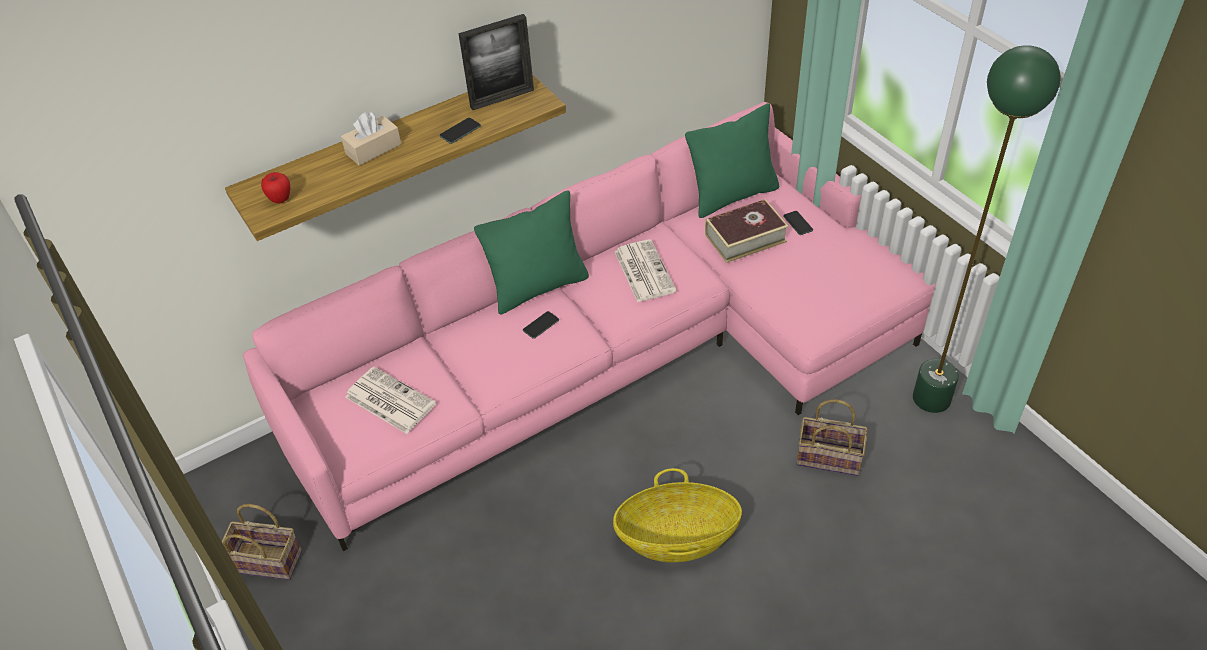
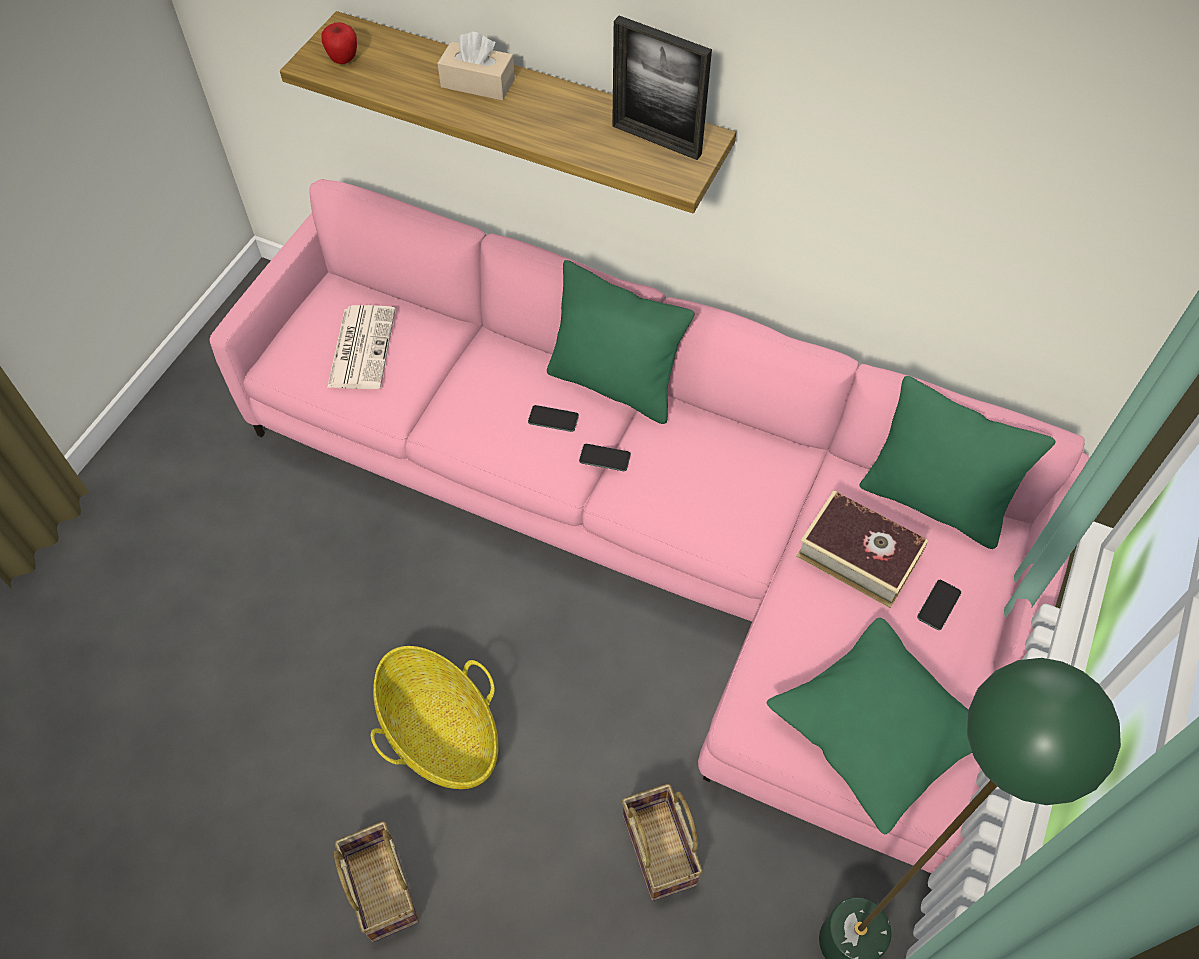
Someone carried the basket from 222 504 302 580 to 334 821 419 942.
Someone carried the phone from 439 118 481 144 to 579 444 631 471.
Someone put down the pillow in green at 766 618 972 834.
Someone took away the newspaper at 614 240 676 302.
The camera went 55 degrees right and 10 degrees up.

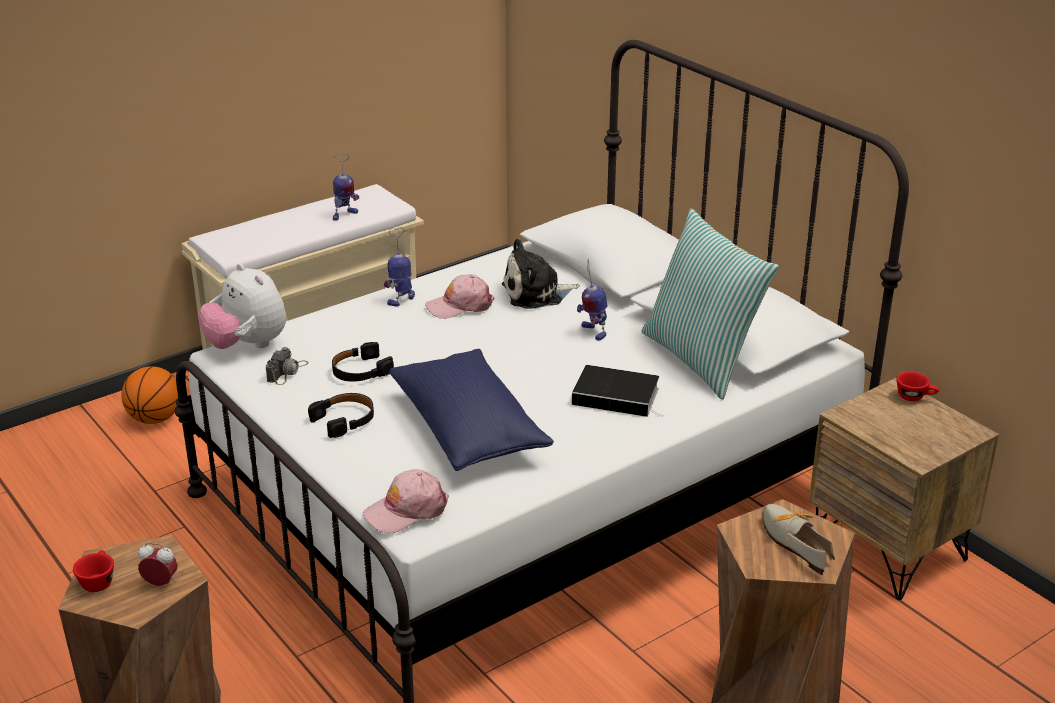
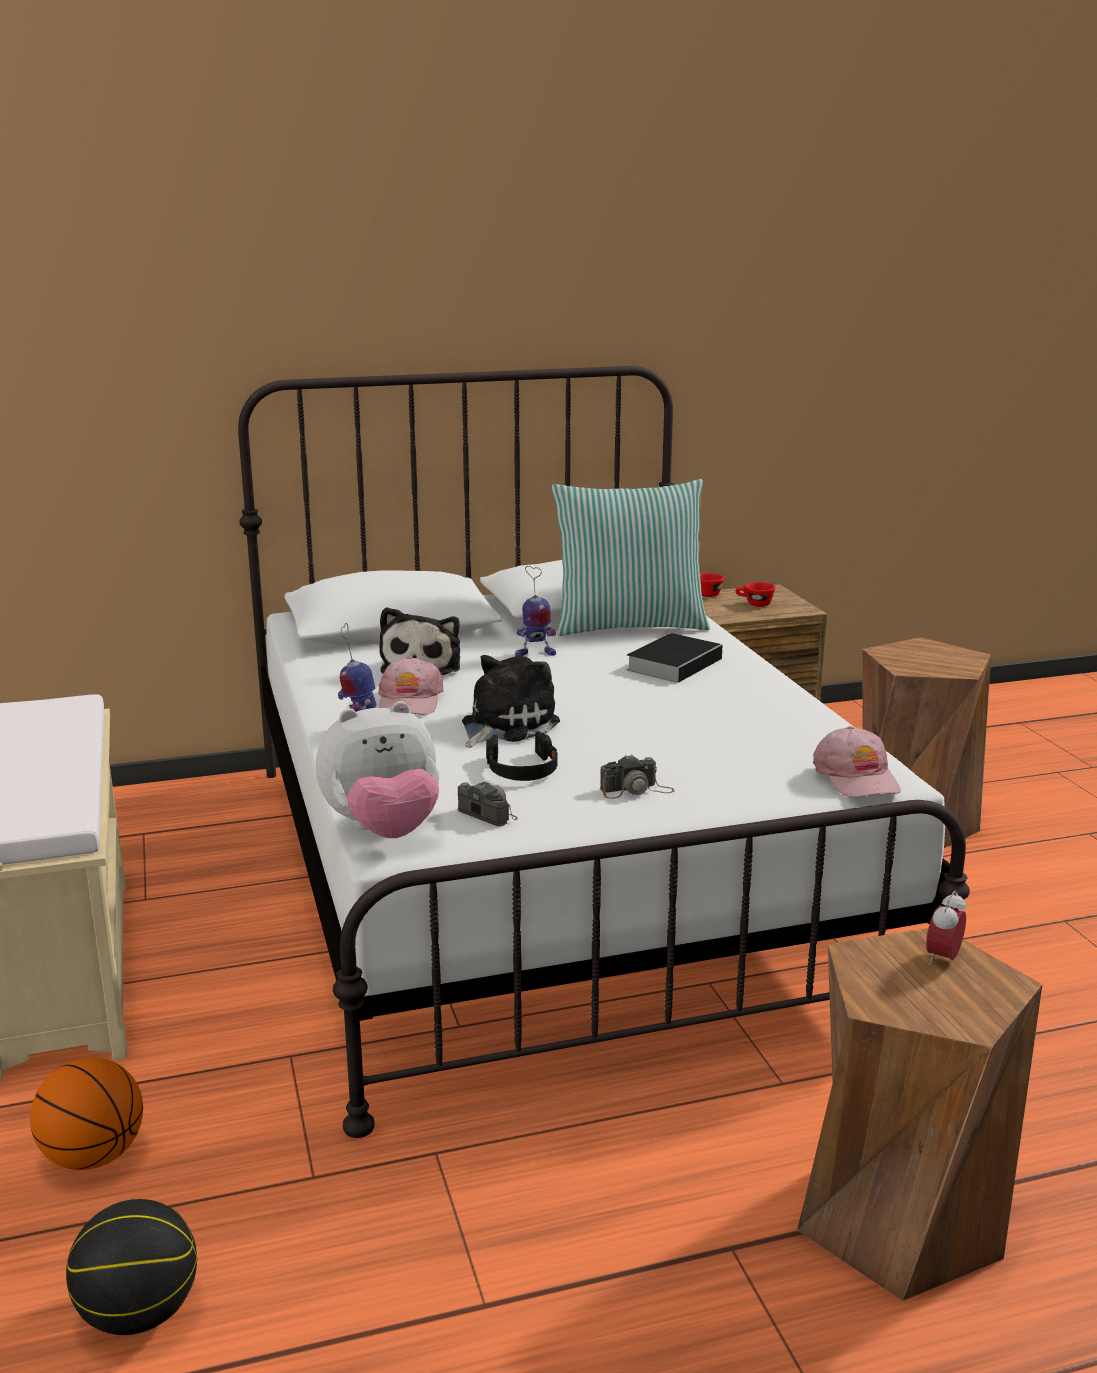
Someone put down the basketball at 66 1199 197 1335.
Someone put down the plush toy at 462 655 560 748.
Someone swapped the headphones in black at 308 393 374 438 for the photo camera at 600 754 675 799.
Someone carried the cup in red from 73 550 114 592 to 735 582 775 607.
Someone took away the toy robot at 333 154 359 221.
Someone took away the pillow in blue at 389 349 554 471.
Someone took away the shoe at 763 504 835 575.
The camera went 70 degrees left and 10 degrees down.

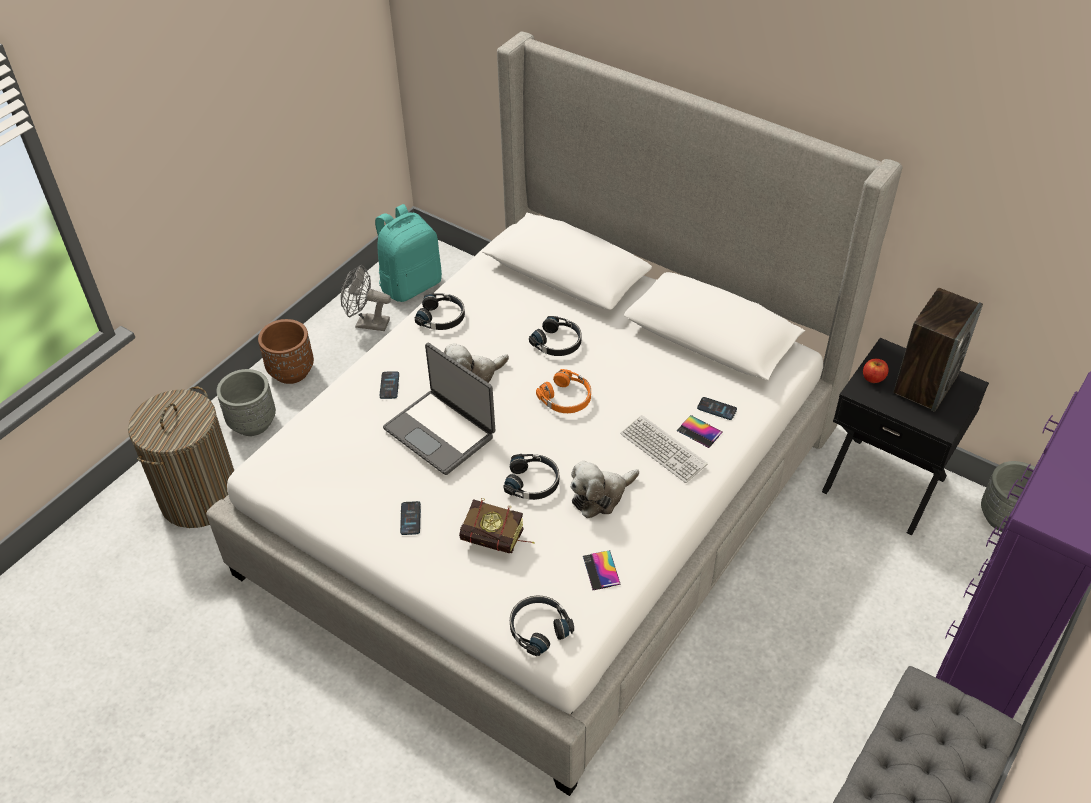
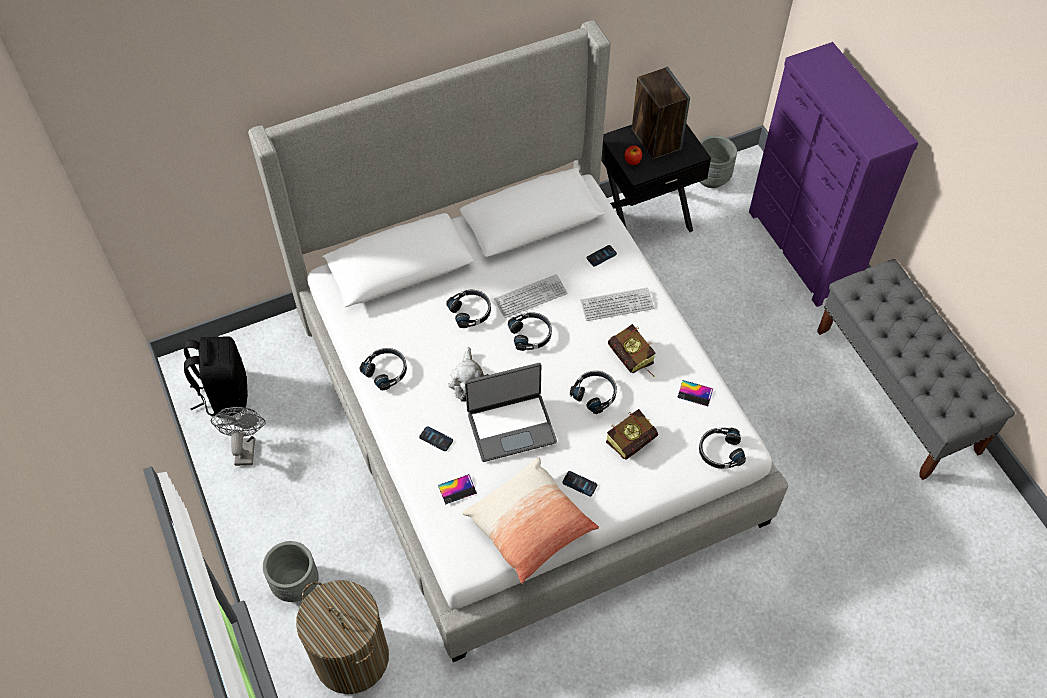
Someone repainted the backpack in turquoise at 375 204 442 302, which became the backpack in black at 184 336 248 418.
Someone rotated the fan in grey at 341 265 391 331 by 135 degrees clockwise.
Someone carried the phone from 677 415 723 448 to 438 474 477 504.
Someone put down the pillow at 462 457 599 584.
Someone put down the keyboard at 494 274 567 318.
Someone repainted the headphones in orange at 536 369 591 413, which became the headphones in black at 508 312 552 351.
Someone swapped the plush toy at 570 460 639 518 for the book at 608 324 655 377.
Someone took away the planter in brown at 258 319 314 384.
The camera went 60 degrees left and 10 degrees up.

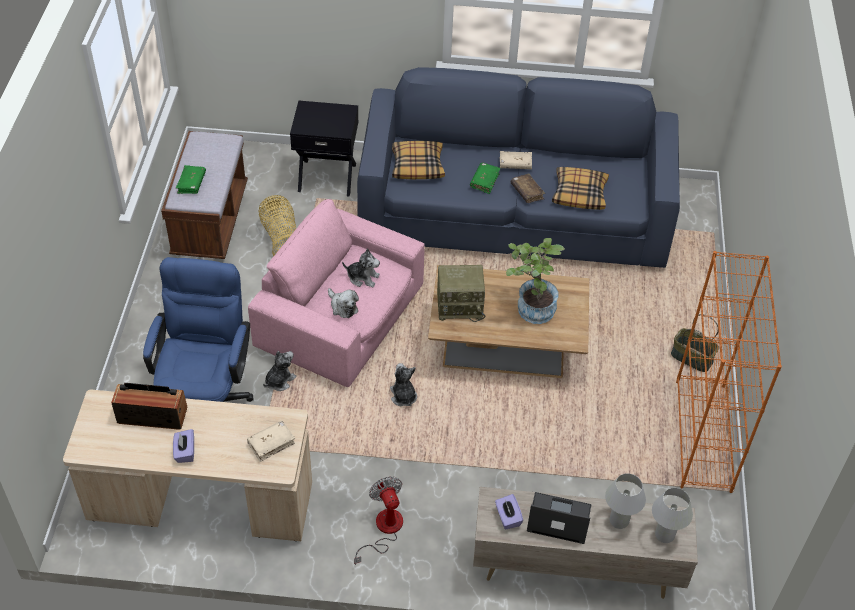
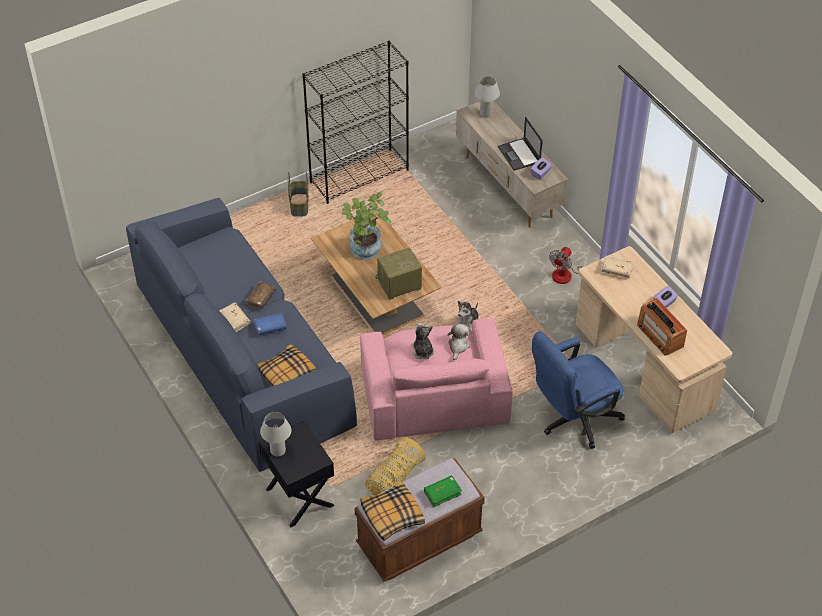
Someone repainted the book in green at 470 162 501 194, which became the book in blue at 254 313 287 335.
Someone carried the table lamp in white from 605 473 646 529 to 260 412 291 457.
Someone repainted the bookcase in orange at 676 251 782 493, which became the bookcase in black at 302 41 409 204.
Someone carried the pillow from 552 167 609 210 to 360 482 425 541.
Someone rotated the radio at 437 265 485 322 by 75 degrees counterclockwise.
Someone took away the plush toy at 263 351 296 391.
The camera went 125 degrees left and 0 degrees up.

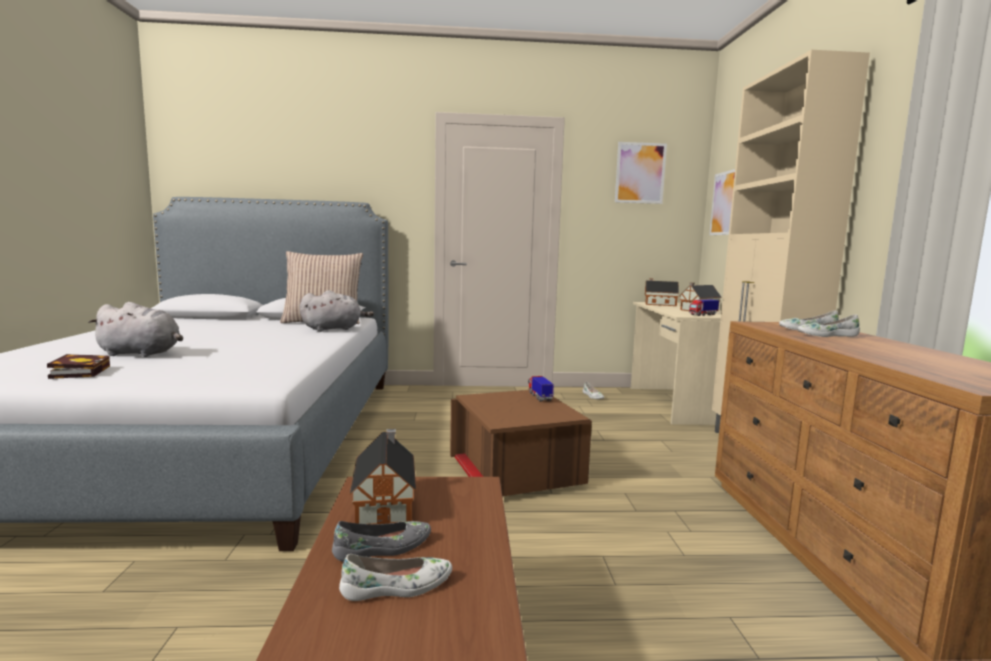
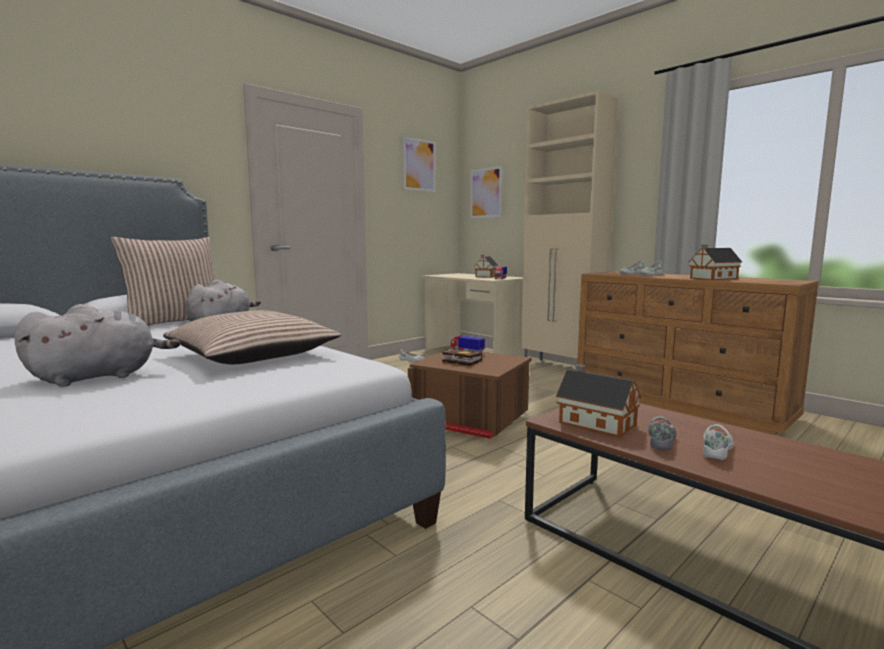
Someone put down the pillow at 163 310 341 364.
Someone carried the book from 47 354 110 379 to 442 350 482 366.
Someone carried the toy house from 645 278 679 306 to 688 245 742 280.
The camera went 40 degrees left and 0 degrees up.

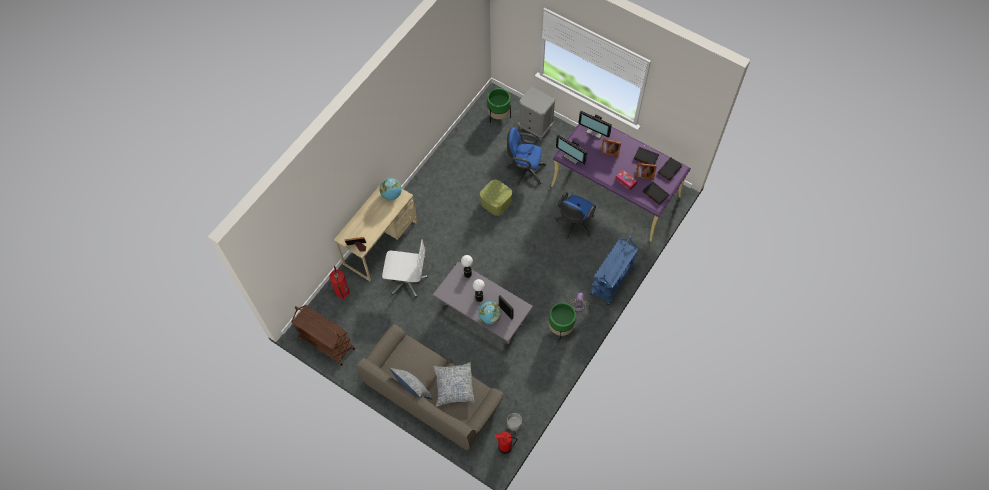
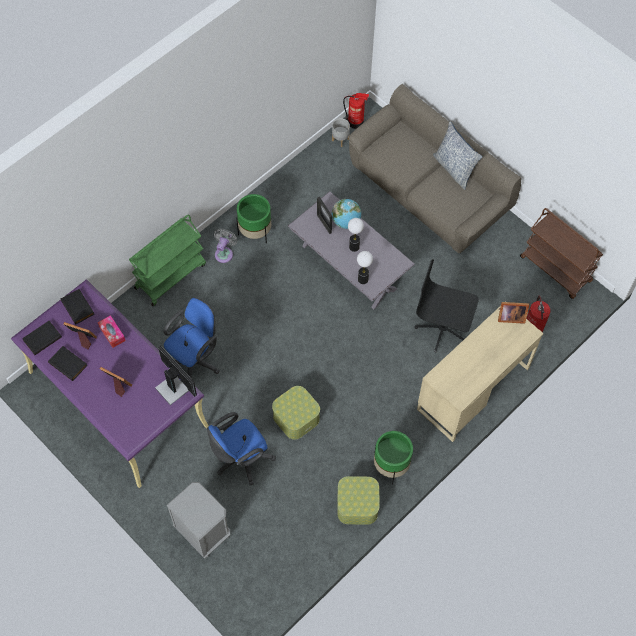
Someone repainted the cart in blue at 590 236 638 305, which became the cart in green at 129 214 206 306.
Someone rotated the office chair in blue at 507 127 546 185 by 120 degrees clockwise.
Someone put down the storage box at 338 476 380 525.
Someone carried the planter in green from 487 88 511 123 to 374 431 413 484.
Someone repainted the office chair in white at 382 239 427 297, which became the office chair in black at 415 259 479 352.
Someone took away the globe at 379 178 402 200.
Someone took away the pillow at 433 362 475 407.
Someone took away the monitor at 578 111 612 139.
The camera went 170 degrees left and 0 degrees up.

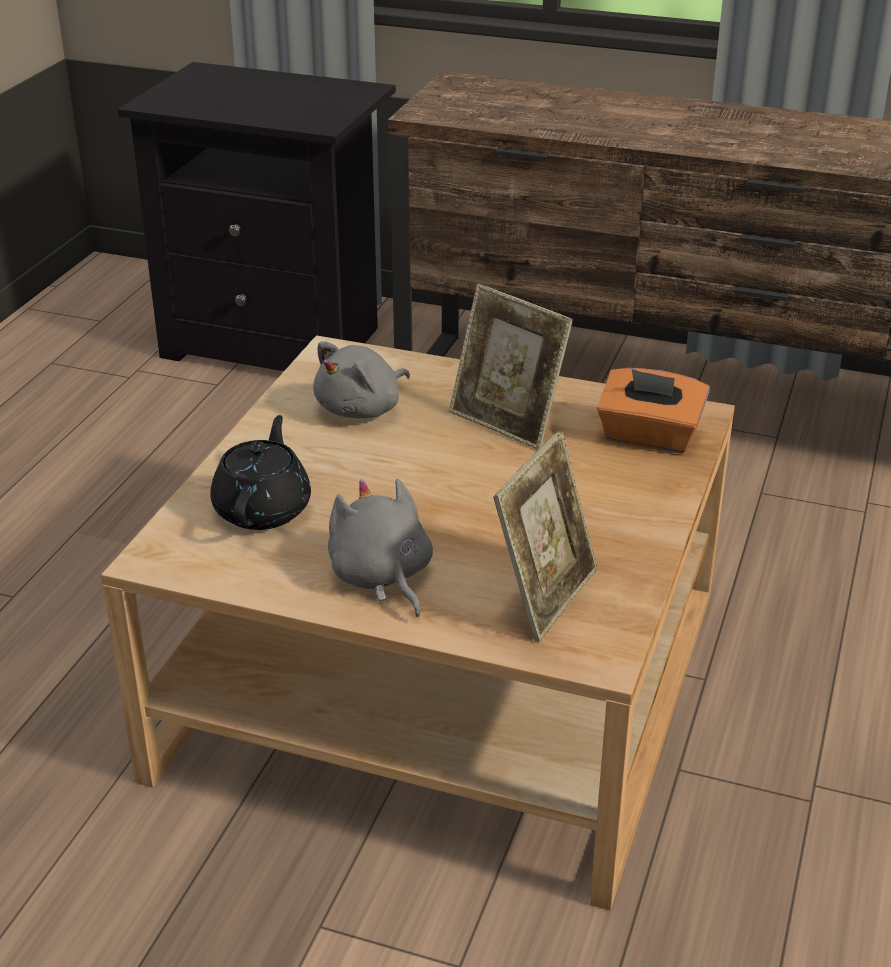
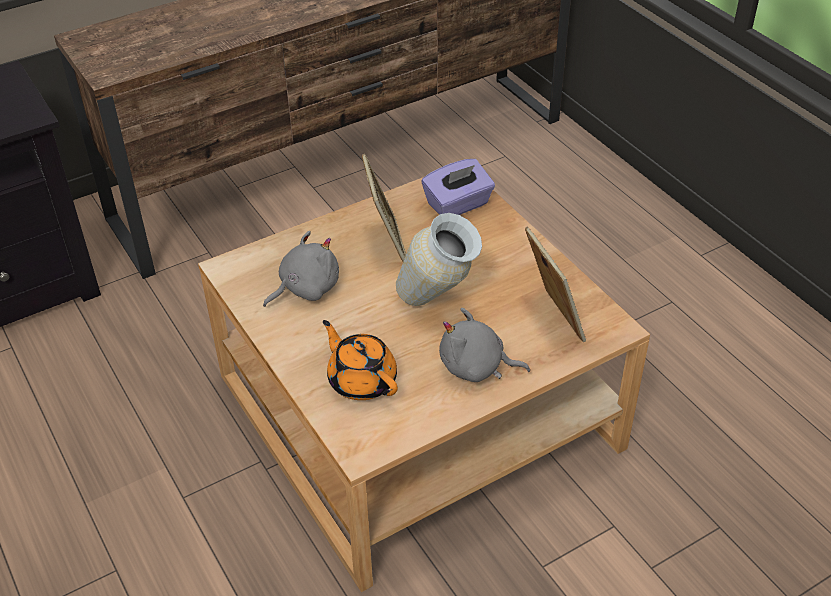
Someone rotated the plush toy in grey at 313 341 410 418 by 120 degrees counterclockwise.
Someone repainted the teapot in black at 211 415 311 530, which became the teapot in orange at 323 320 398 400.
Someone rotated the picture frame at 449 284 573 450 by 90 degrees counterclockwise.
Someone put down the vase at 396 213 482 306.
Someone repainted the tissue box in orange at 597 368 710 453, which became the tissue box in purple at 422 159 495 215.
The camera went 50 degrees left and 10 degrees up.

